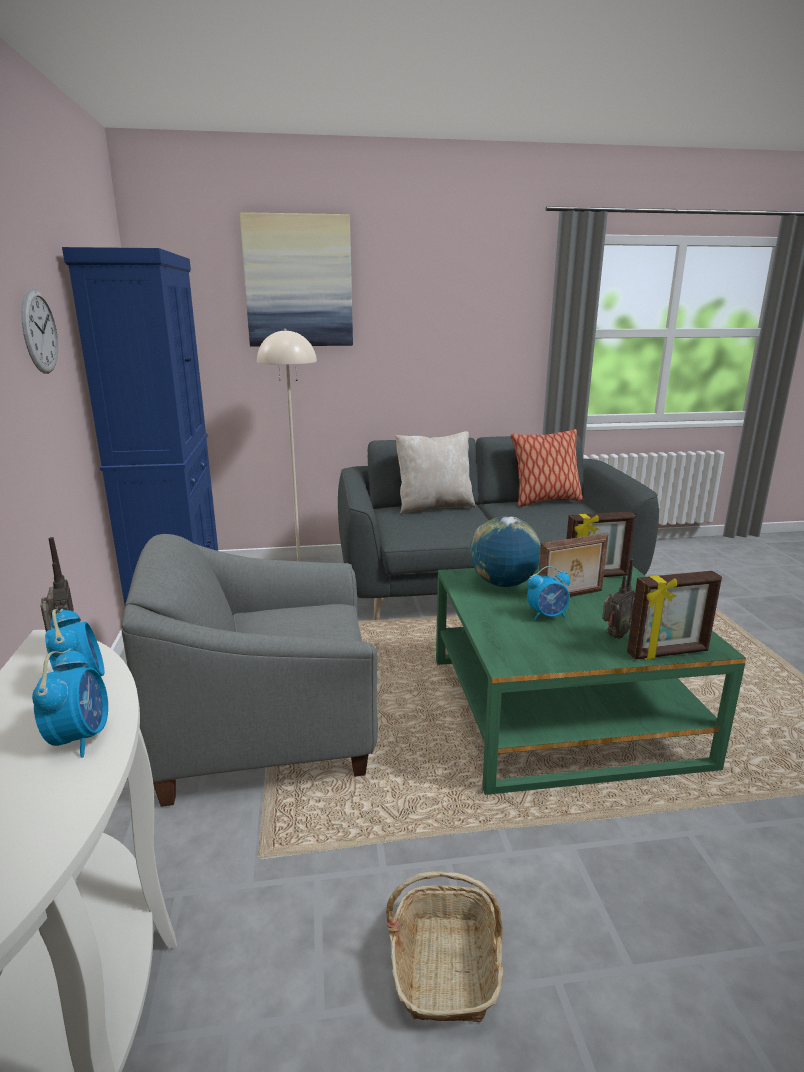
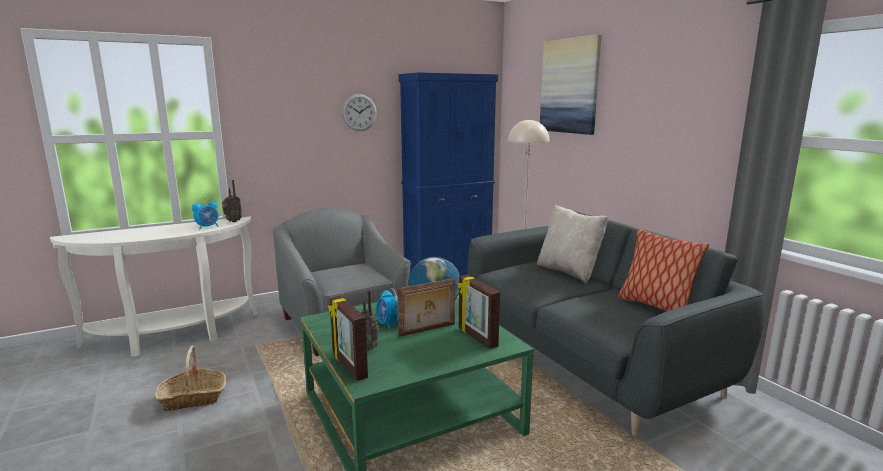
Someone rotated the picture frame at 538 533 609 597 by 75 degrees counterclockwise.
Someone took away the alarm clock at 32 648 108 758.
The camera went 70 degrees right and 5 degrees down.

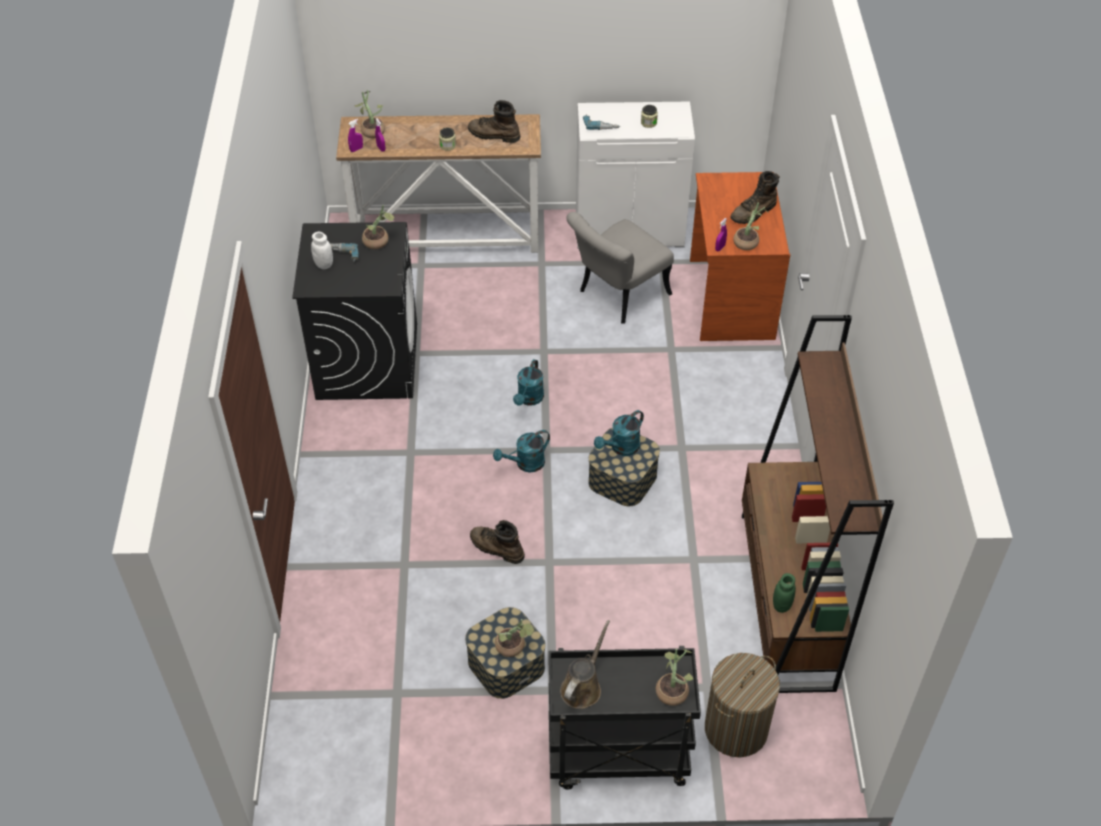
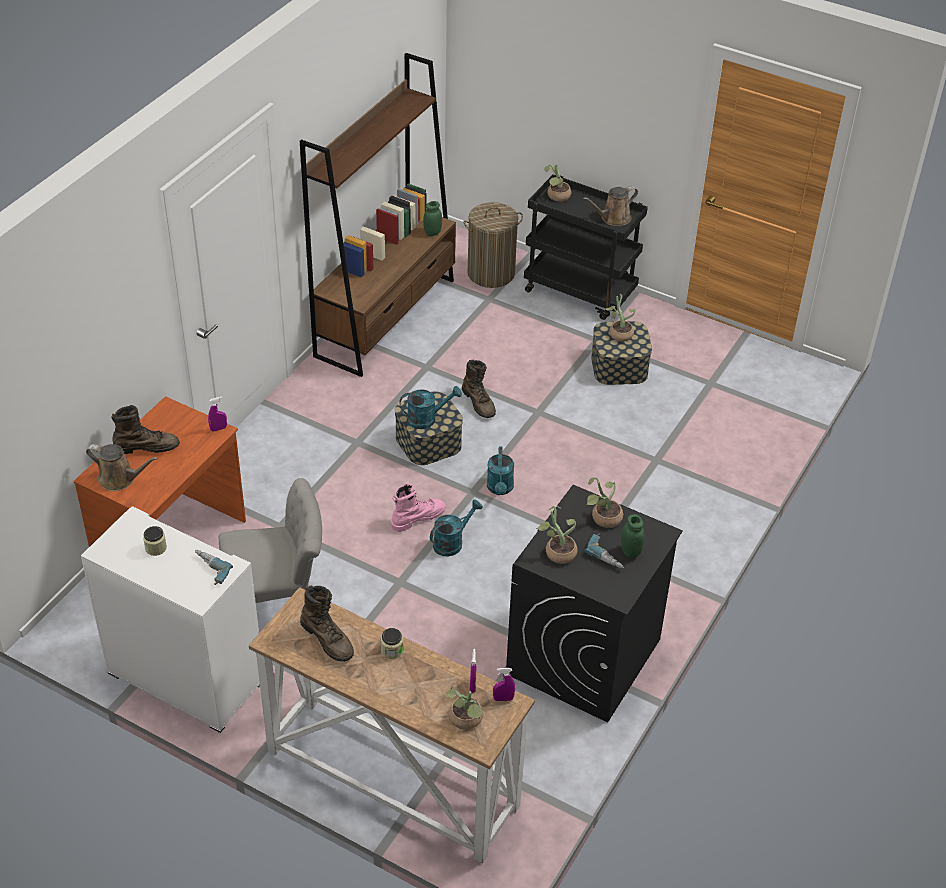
Someone put down the watering can in brown at 86 444 158 491.
Someone put down the boot in pink at 391 484 446 532.
Someone carried the boot in brown from 470 520 525 564 to 462 360 496 418.
Someone rotated the watering can in turquoise at 493 430 550 473 by 90 degrees clockwise.
Someone carried the potted plant from 733 203 768 250 to 587 477 623 528.
Someone repainted the jar in white at 311 232 333 269, which became the jar in green at 621 514 644 558.
The camera went 150 degrees left and 5 degrees down.

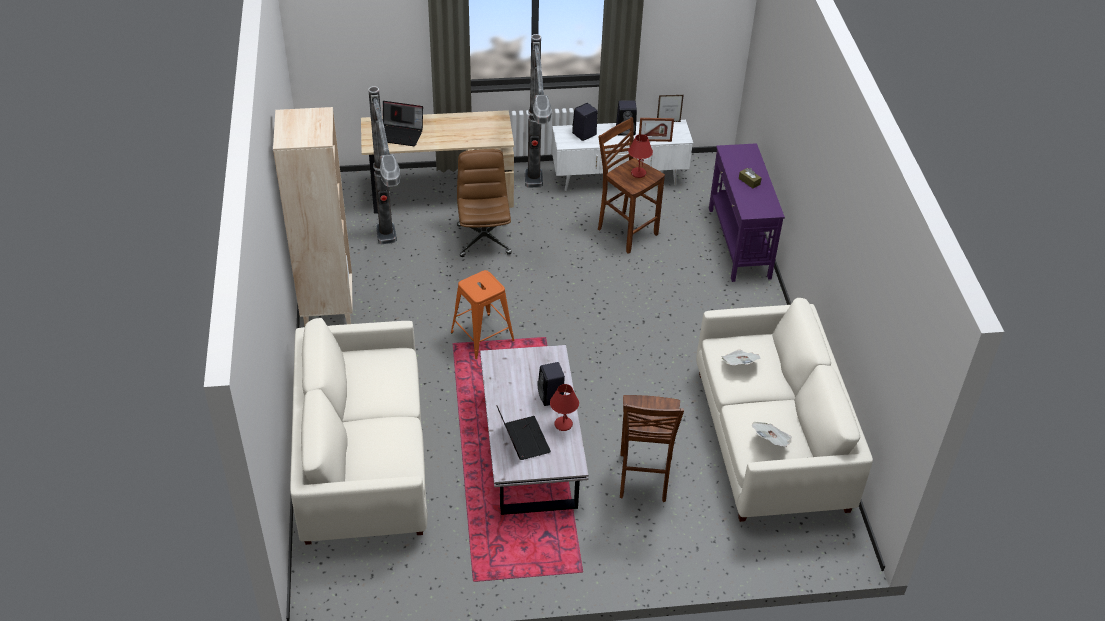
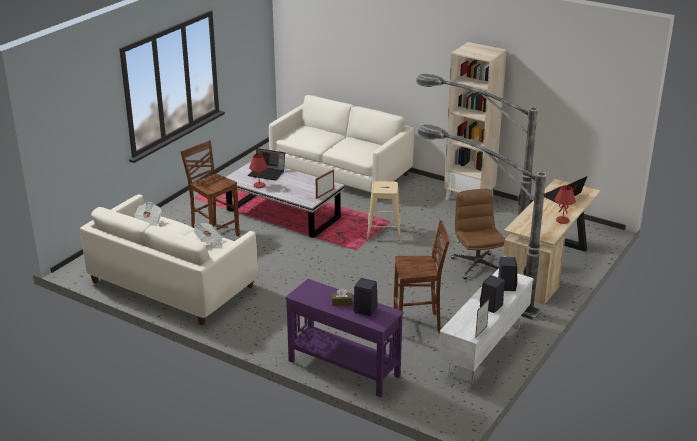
Someone carried the picture frame from 639 118 674 142 to 316 169 334 199.
Someone carried the speaker in black from 538 362 565 406 to 354 278 378 316.
Someone repainted the stool in orange at 451 270 514 359, which became the stool in beige at 367 181 401 241.
Someone rotated the office chair in brown at 457 149 512 257 by 135 degrees counterclockwise.
Someone carried the table lamp in red from 628 134 653 178 to 554 185 576 224.
The camera went 130 degrees right and 15 degrees down.

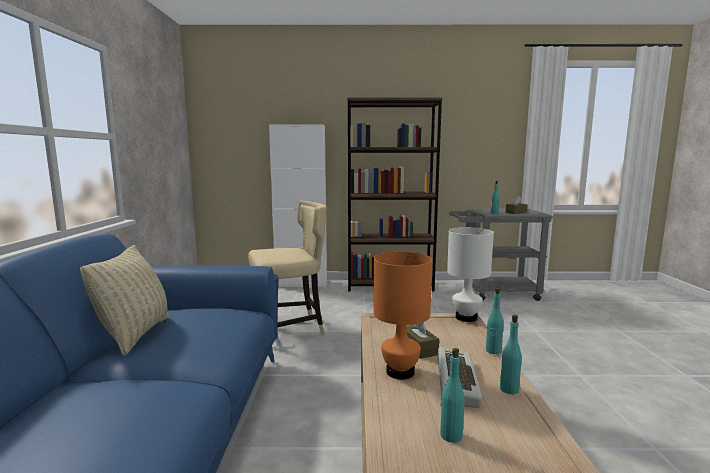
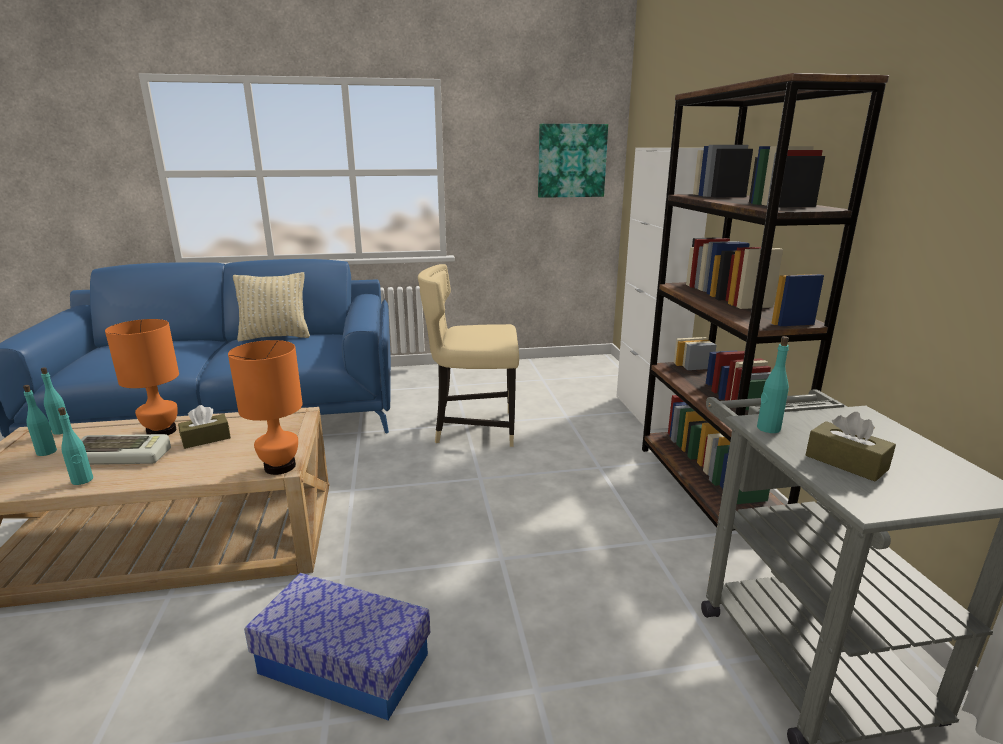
Someone carried the bottle in turquoise from 486 288 504 354 to 41 367 67 435.
Someone repainted the table lamp in white at 447 227 494 322, which became the table lamp in orange at 228 340 303 475.
Someone put down the storage box at 244 573 431 720.
Someone rotated the chair in beige at 248 201 327 334 by 120 degrees clockwise.
Someone put up the picture at 538 124 608 198.
The camera went 80 degrees right and 10 degrees up.

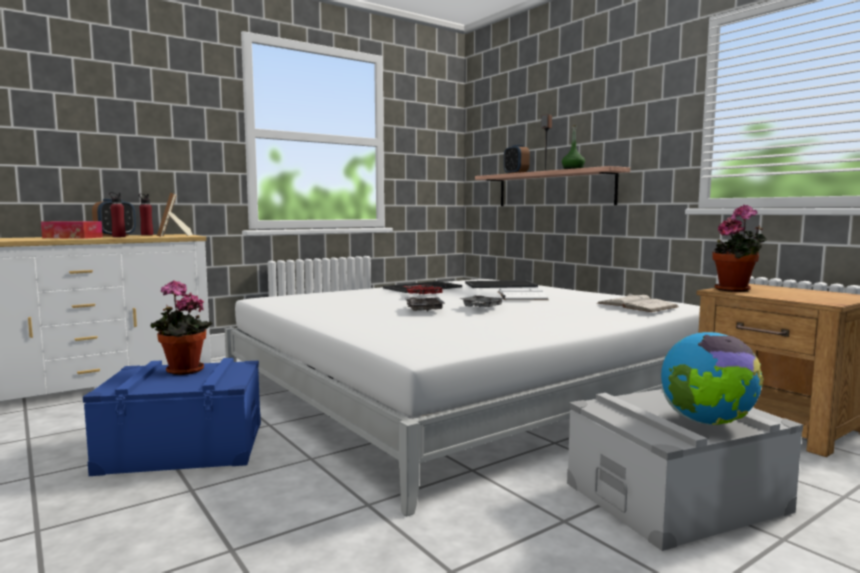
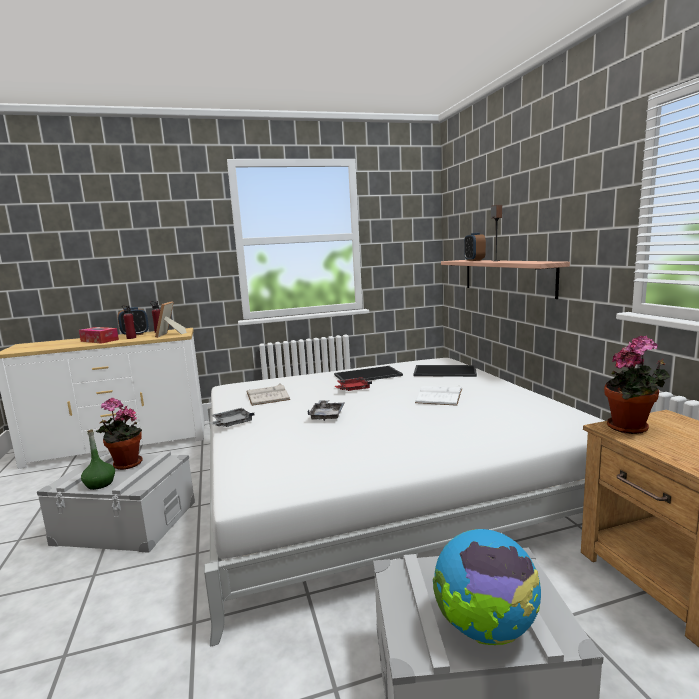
Someone repainted the storage box in blue at 83 358 261 476, which became the storage box in grey at 37 451 195 553.
Someone carried the bottle in green from 562 125 585 169 to 81 429 115 490.
Someone carried the tray in grey from 459 295 506 308 to 209 408 255 427.
Someone carried the book in white from 597 293 679 312 to 246 383 291 406.
The camera went 20 degrees right and 5 degrees up.

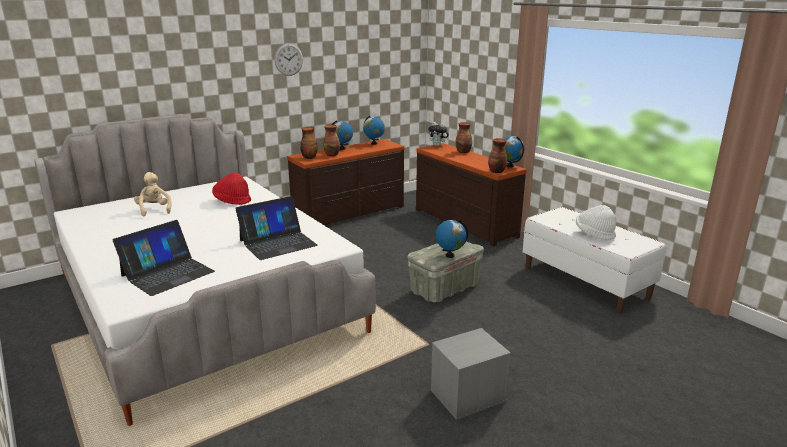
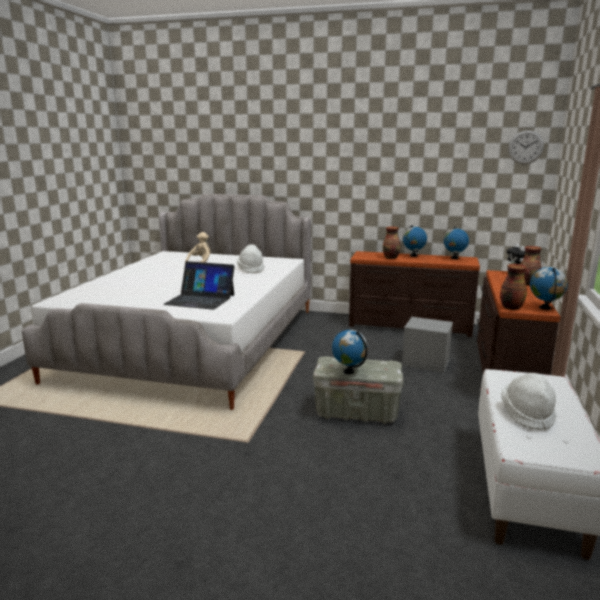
Someone repainted the hat in red at 212 172 251 205, which became the hat in white at 237 244 264 273.
Someone carried the storage box in grey from 431 328 511 420 to 402 317 453 373.
Someone carried the wall clock from 274 44 303 76 to 508 130 544 165.
Someone took away the laptop at 113 220 215 296.
Someone took away the vase at 300 127 318 159.
The camera went 50 degrees right and 5 degrees down.

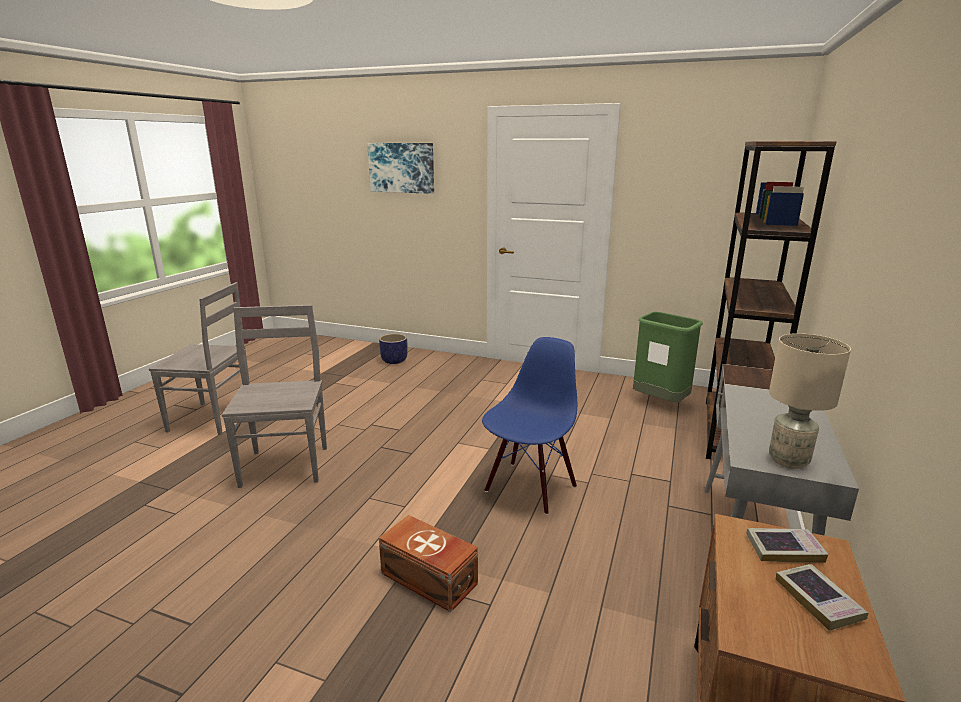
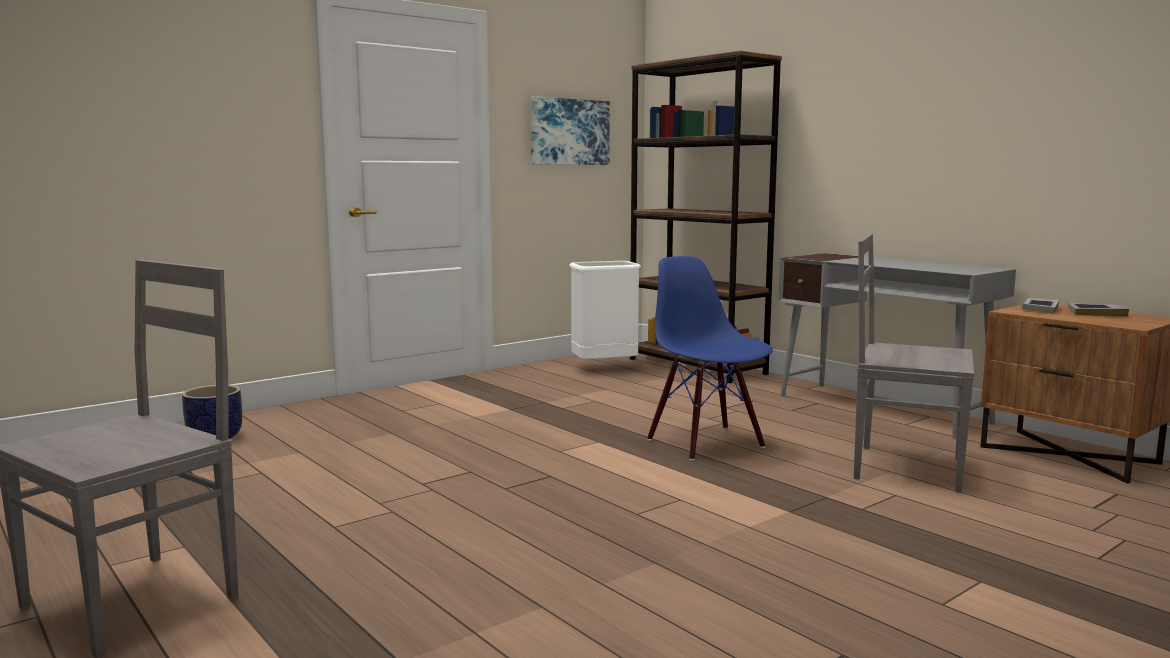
Someone carried the picture from 367 143 434 194 to 531 96 610 165.
Someone repainted the trash can in green at 633 312 703 402, which became the trash can in white at 569 261 641 359.
Someone carried the chair in grey from 222 305 327 488 to 854 233 975 493.
Someone took away the storage box in brown at 379 515 478 612.
Someone took away the table lamp in beige at 769 333 851 469.
The camera went 60 degrees left and 10 degrees down.

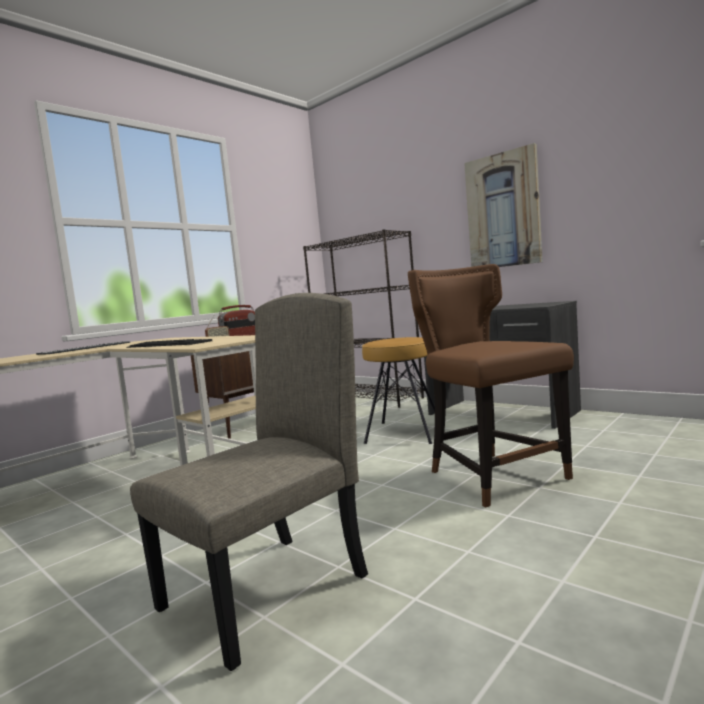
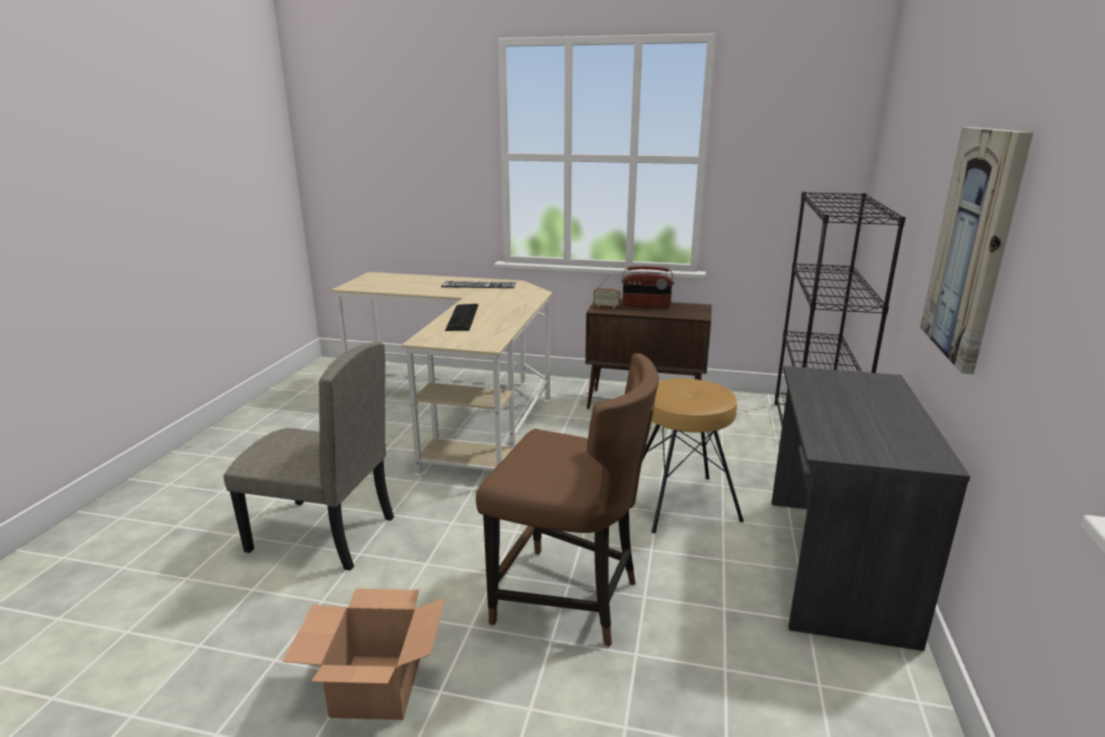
Someone put down the cardboard box at 282 589 445 720.
Someone rotated the chair in brown at 408 264 574 507 by 75 degrees clockwise.
The camera went 60 degrees right and 15 degrees up.

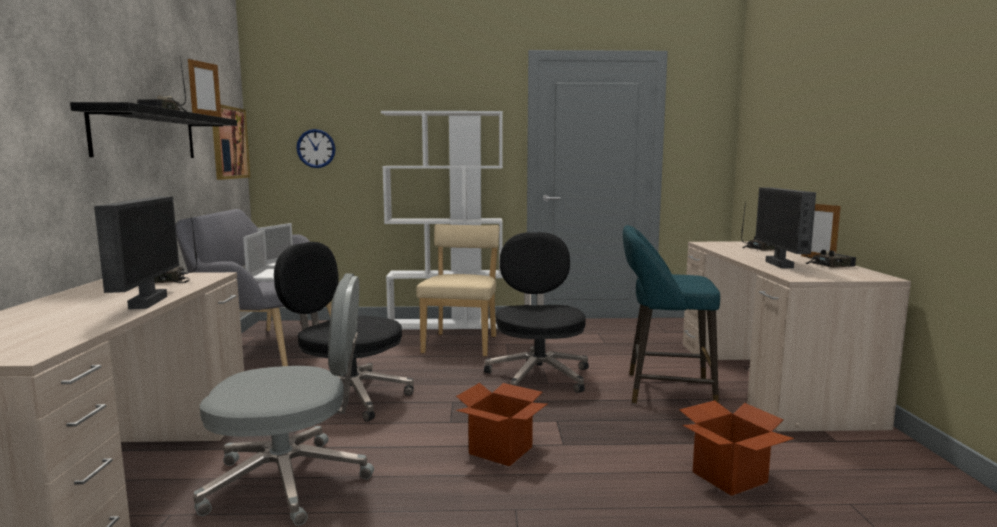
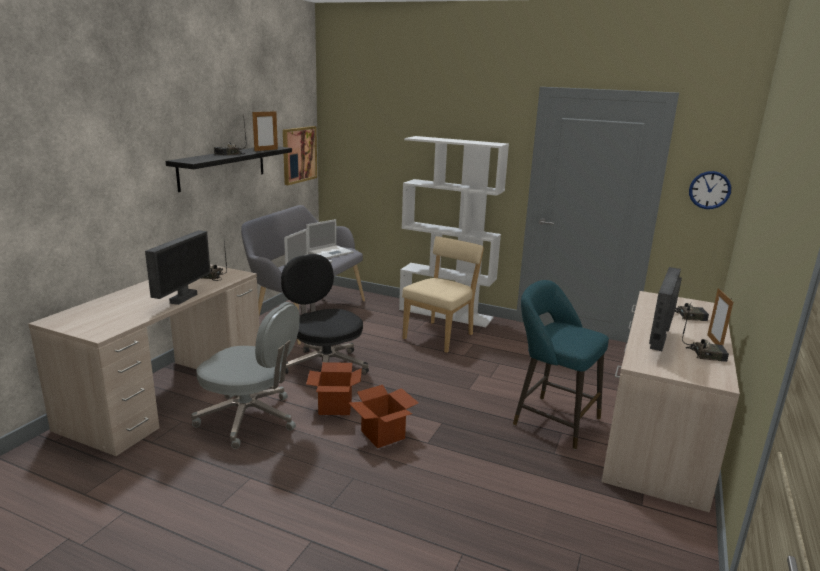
Someone carried the cardboard box from 679 400 794 496 to 306 362 362 415.
Someone carried the wall clock from 296 129 336 168 to 689 171 731 209.
Someone took away the office chair in black at 484 232 589 393.
The camera went 25 degrees right and 10 degrees up.

